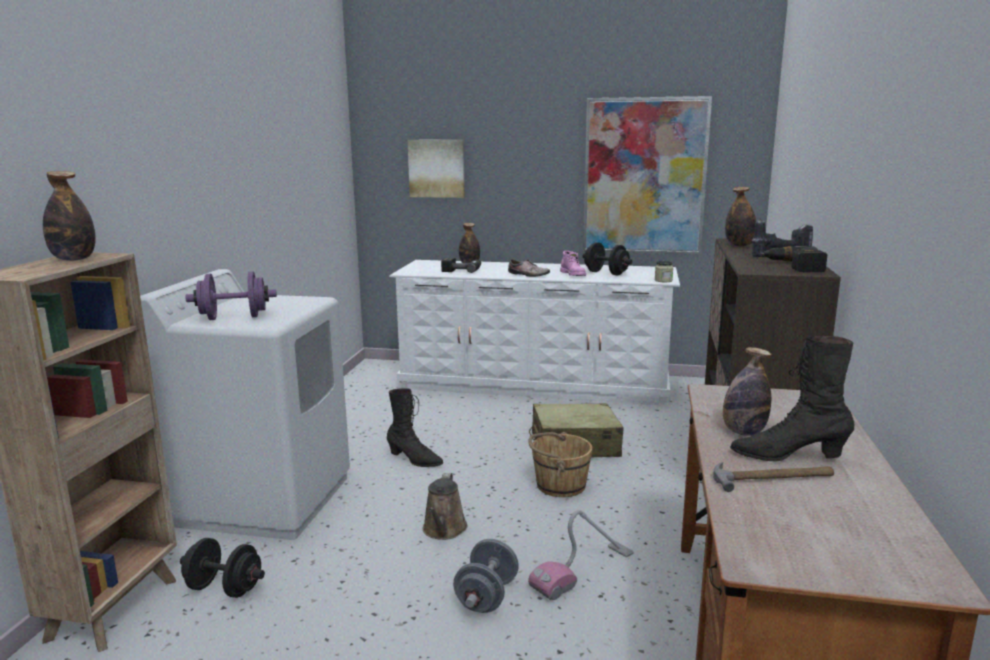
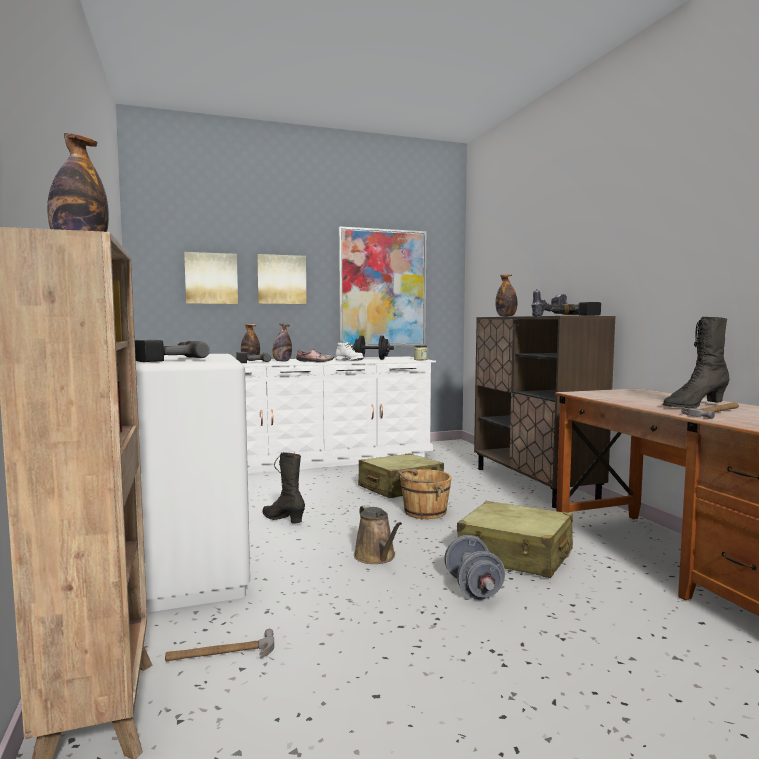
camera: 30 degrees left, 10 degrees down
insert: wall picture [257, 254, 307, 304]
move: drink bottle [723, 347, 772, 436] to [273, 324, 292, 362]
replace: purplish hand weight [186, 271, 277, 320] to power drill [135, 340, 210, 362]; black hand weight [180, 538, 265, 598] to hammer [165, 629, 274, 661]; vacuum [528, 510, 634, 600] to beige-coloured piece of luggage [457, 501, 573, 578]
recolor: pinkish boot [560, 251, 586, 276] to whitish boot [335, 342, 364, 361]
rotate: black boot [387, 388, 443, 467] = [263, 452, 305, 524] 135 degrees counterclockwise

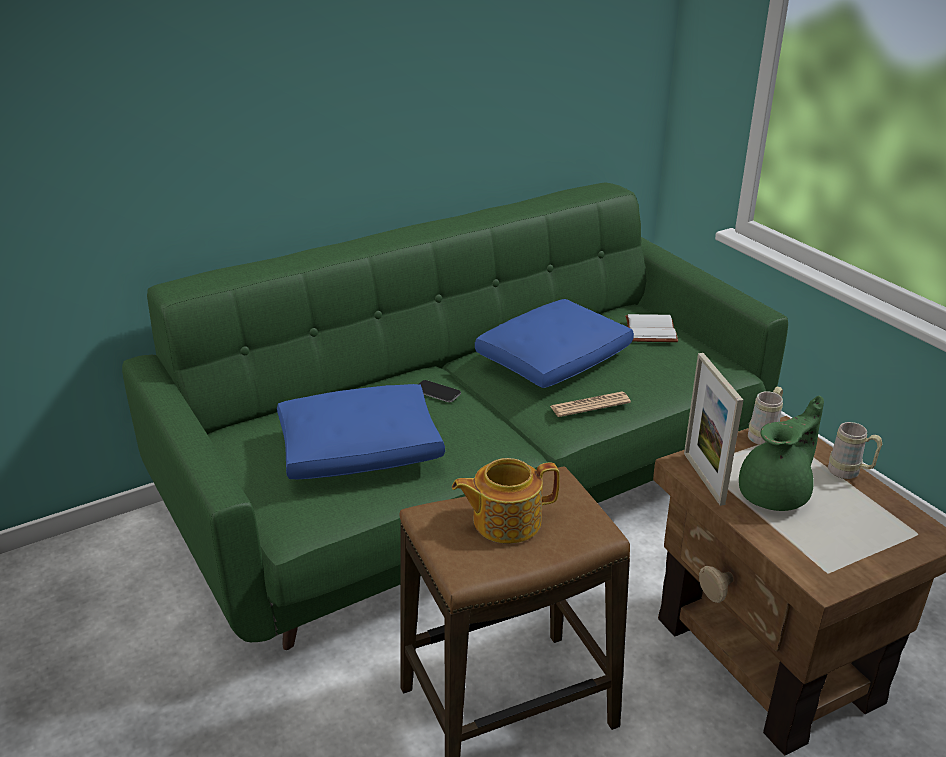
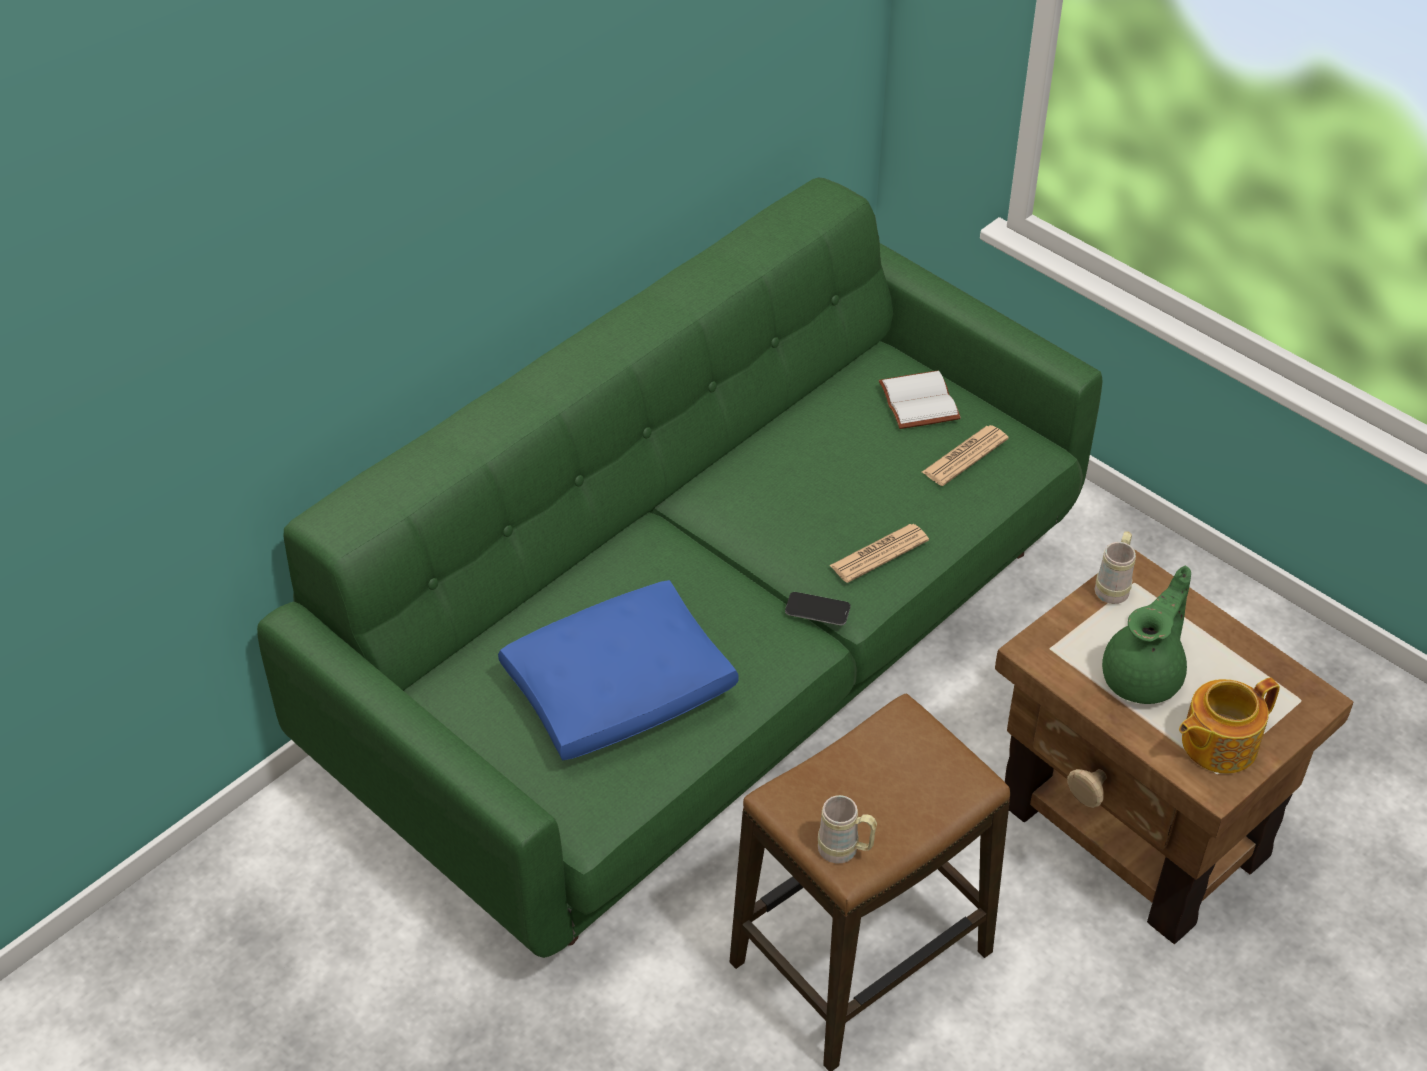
camera: 15 degrees left, 15 degrees up
delete: blue-coloured pillow [475, 299, 634, 388]; standing frame [684, 353, 743, 506]
insert: newspaper [922, 425, 1009, 486]
move: phone [419, 380, 461, 402] to [785, 592, 851, 625]; beige-coloured mug [828, 422, 882, 479] to [818, 795, 877, 863]; pot for tea [452, 458, 560, 543] to [1179, 677, 1280, 774]

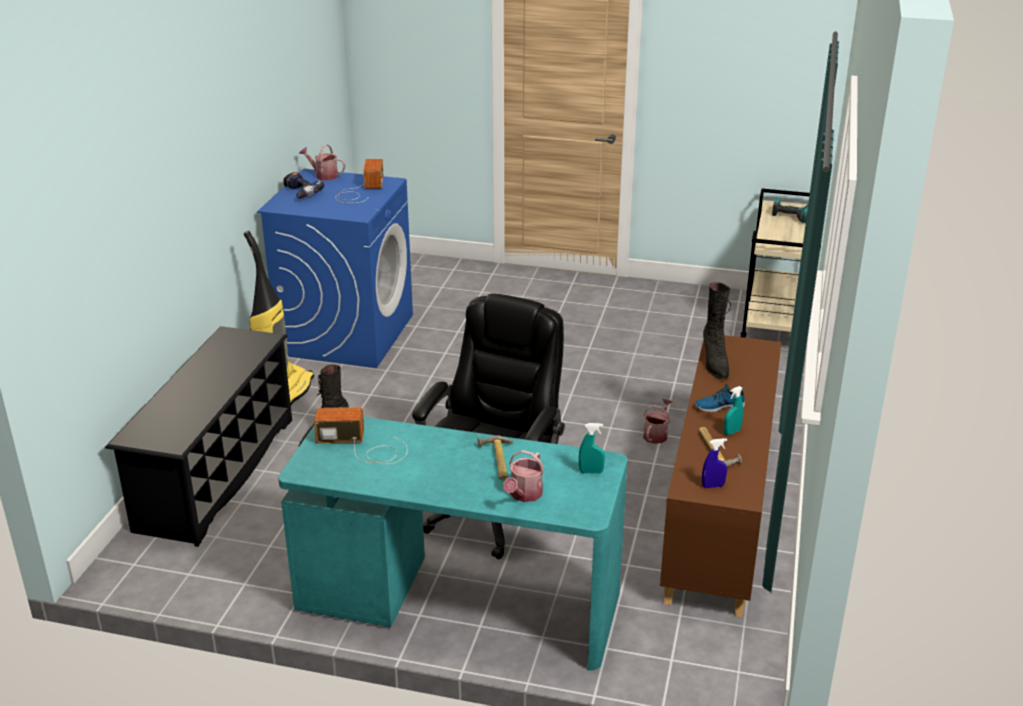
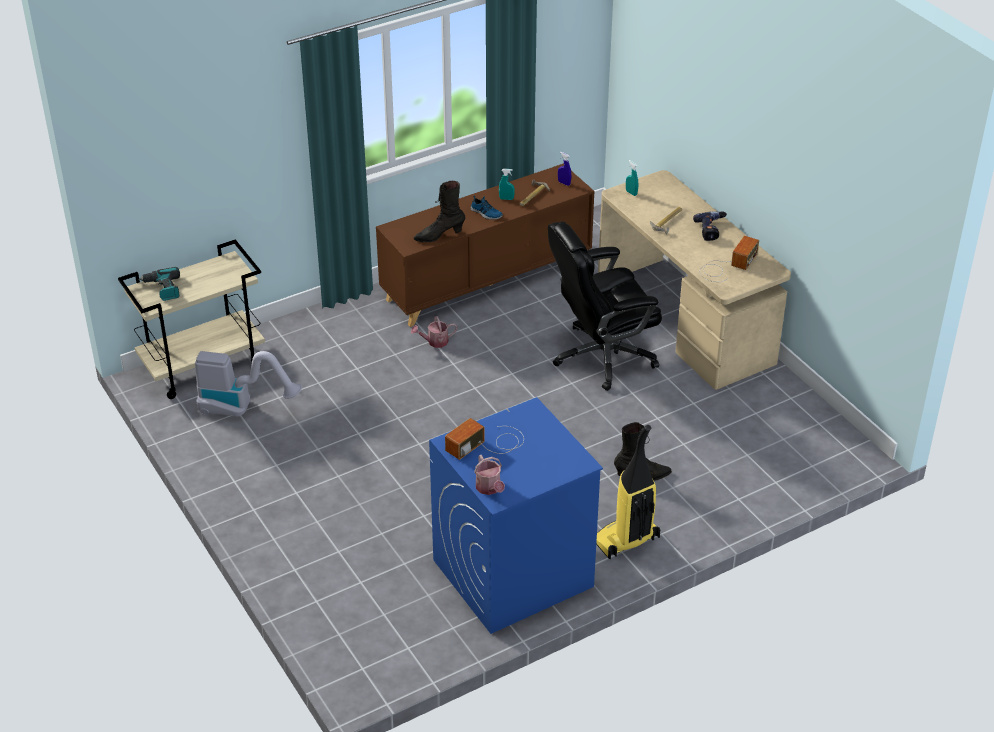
camera: 135 degrees left, 10 degrees up
delete: black shoe rack [105, 326, 292, 547]; watering can [503, 450, 544, 502]
insert: vacuum [195, 351, 302, 417]
move: power drill [283, 172, 325, 198] to [693, 211, 727, 241]
recolor: blue-green desk [278, 417, 628, 671] to beige-coloured desk [598, 170, 791, 390]
rotate: black boot [703, 282, 731, 379] = [413, 181, 466, 242] 150 degrees counterclockwise; radio set [314, 407, 408, 464] = [700, 236, 759, 282] 105 degrees counterclockwise

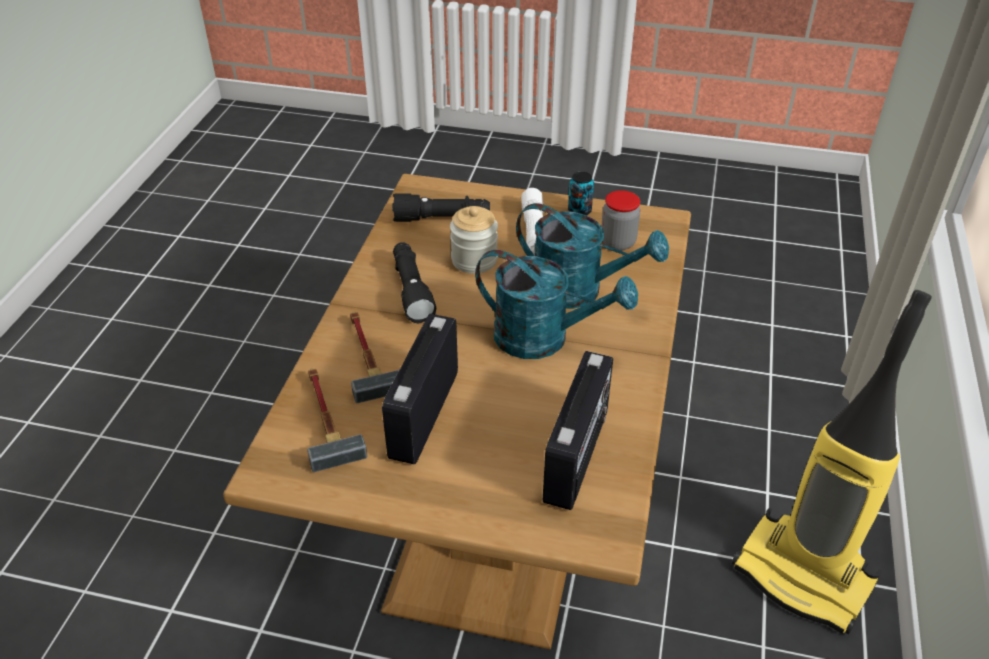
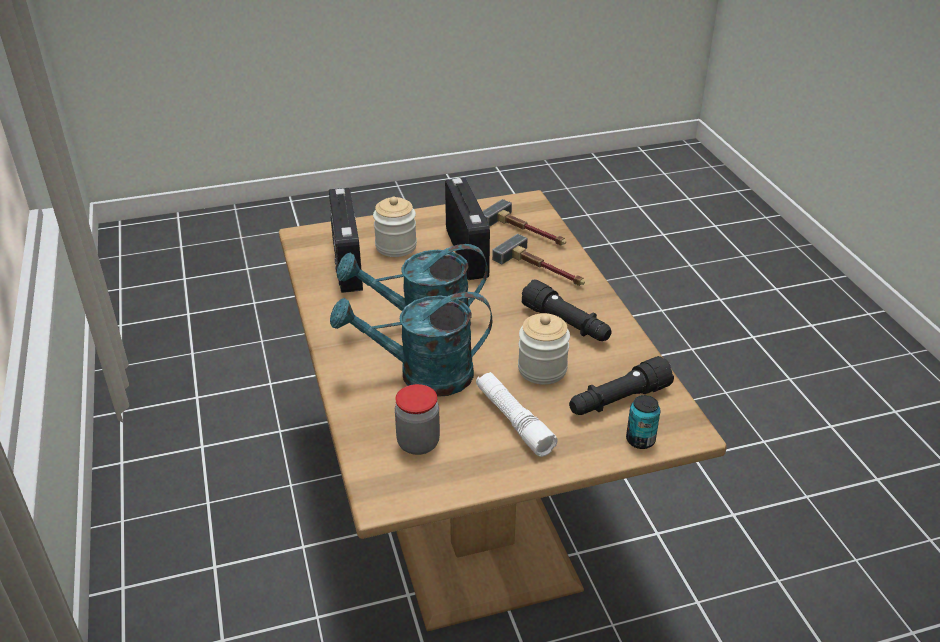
camera: 150 degrees right, 5 degrees down
delete: vacuum [732, 290, 932, 634]
insert: jar [373, 197, 417, 257]
move: sealed can [568, 172, 594, 215] to [626, 395, 660, 449]

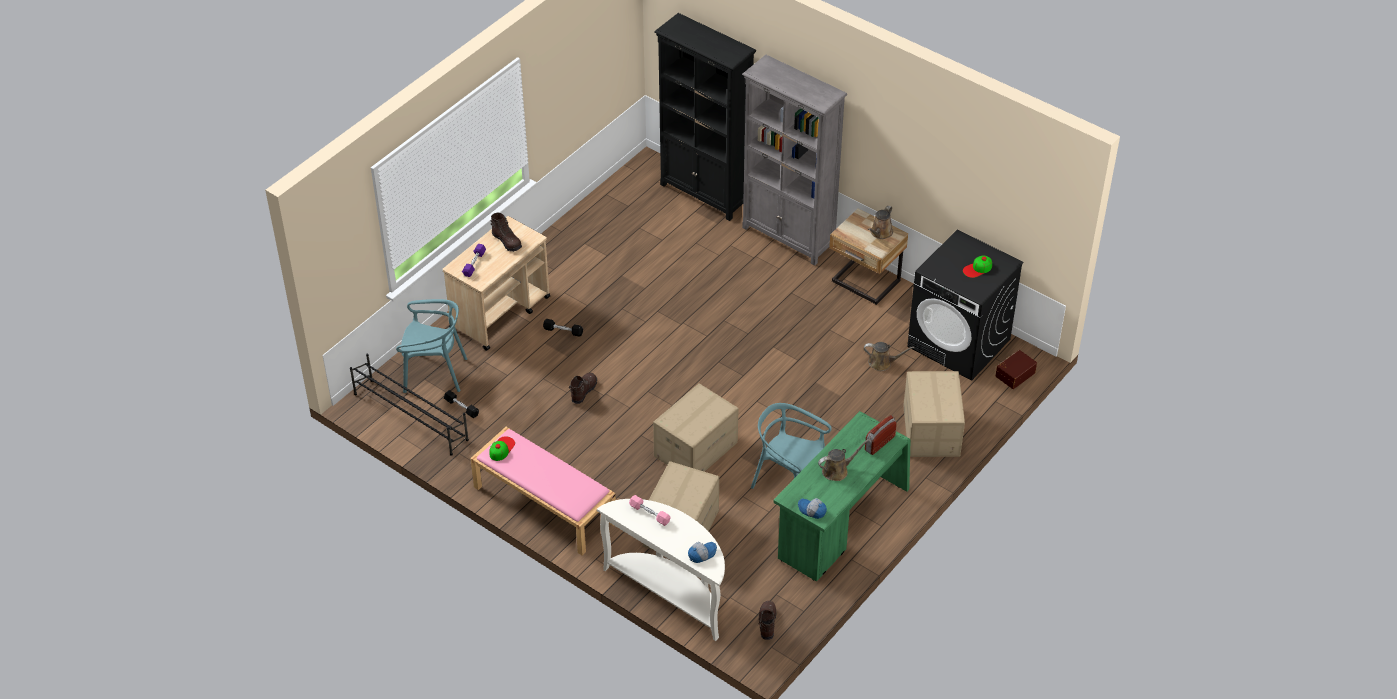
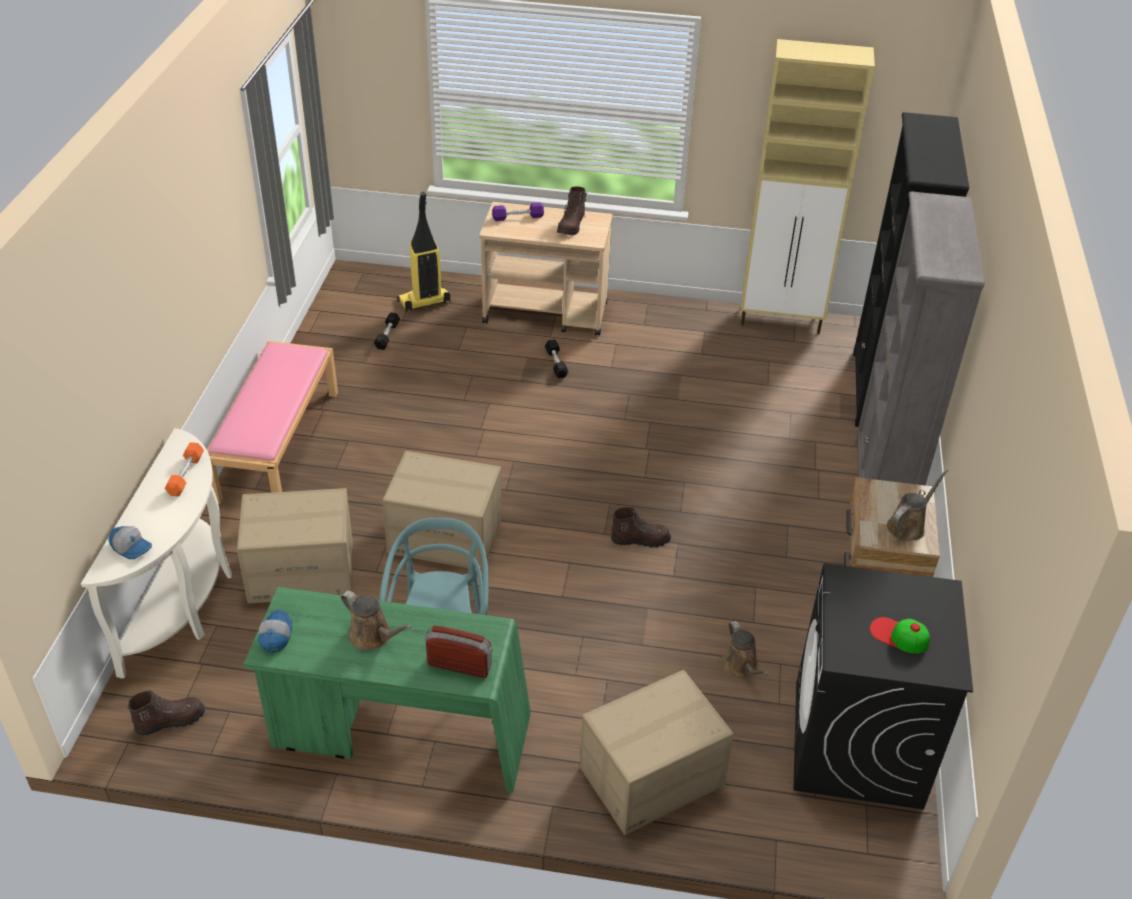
camera: 60 degrees right, 5 degrees down
delete: black shoe rack [350, 353, 469, 455]; baseball cap [489, 436, 515, 461]; brown-coloured storage bin [995, 350, 1037, 389]
insert: beige-coloured cabinet [741, 39, 875, 334]
move: brown-coloured boot [569, 373, 597, 404] to [611, 507, 671, 548]
replace: blue-green plain chair [396, 299, 467, 393] to vacuum [397, 192, 450, 312]
recolor: pinkish hand weight [629, 495, 671, 526] to orangey hand weight [165, 442, 204, 497]
rotate: brown-coloured watering can [868, 206, 893, 239] = [887, 469, 948, 541] 135 degrees clockwise

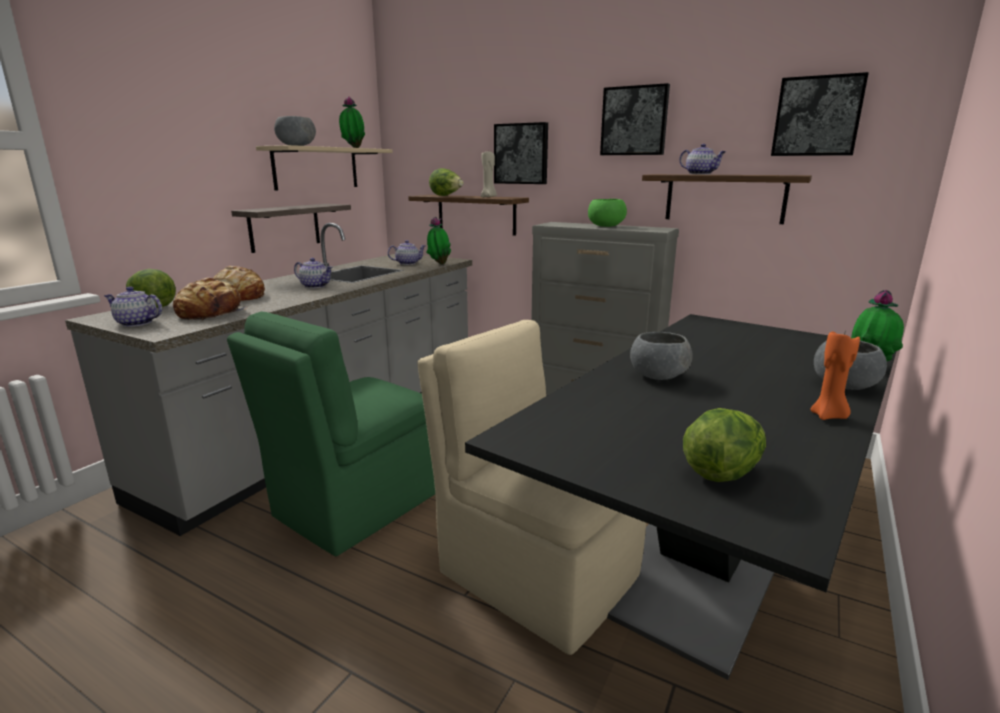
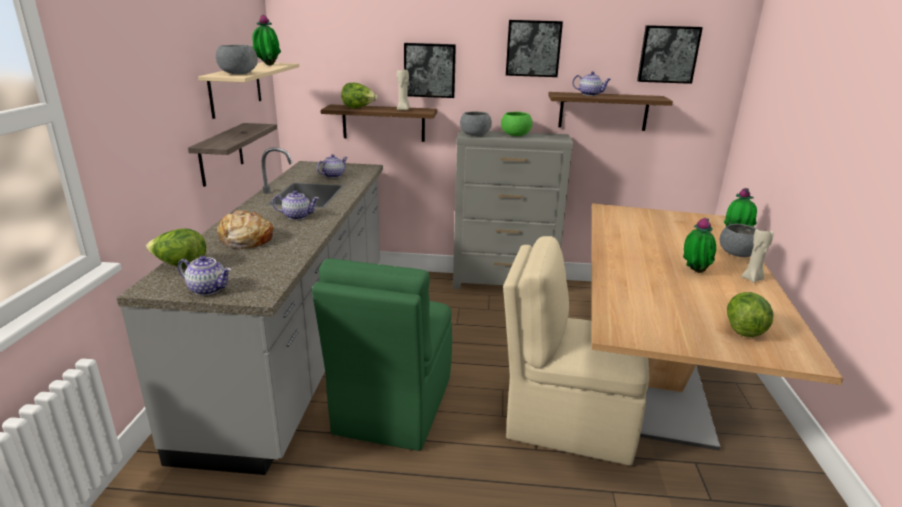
camera: 25 degrees left, 5 degrees up
delete: baked bread [173, 277, 247, 320]
move: gray bowl [630, 332, 693, 380] to [460, 111, 492, 136]; houseplant [426, 217, 451, 265] to [683, 218, 716, 273]
recolor: black kitchen table [465, 314, 897, 680] to beige-coloured kitchen table [591, 203, 844, 450]; orangey wax candle [811, 329, 860, 420] to beige-coloured wax candle [741, 228, 774, 283]
rotate: pot for tea [104, 286, 162, 327] = [178, 256, 231, 295] 150 degrees counterclockwise

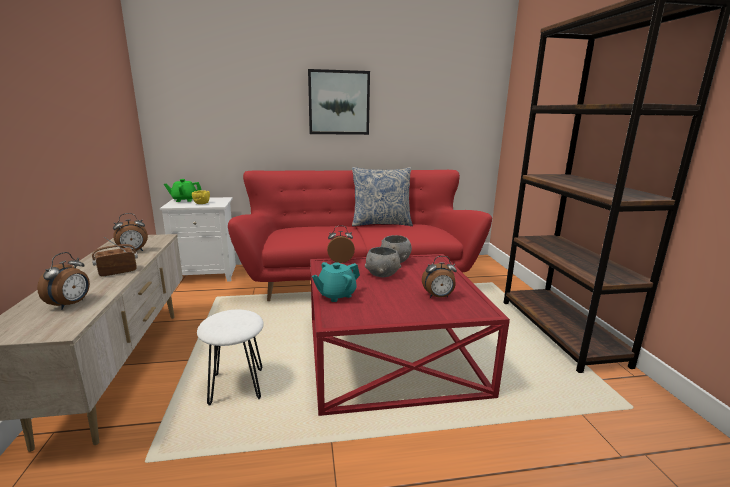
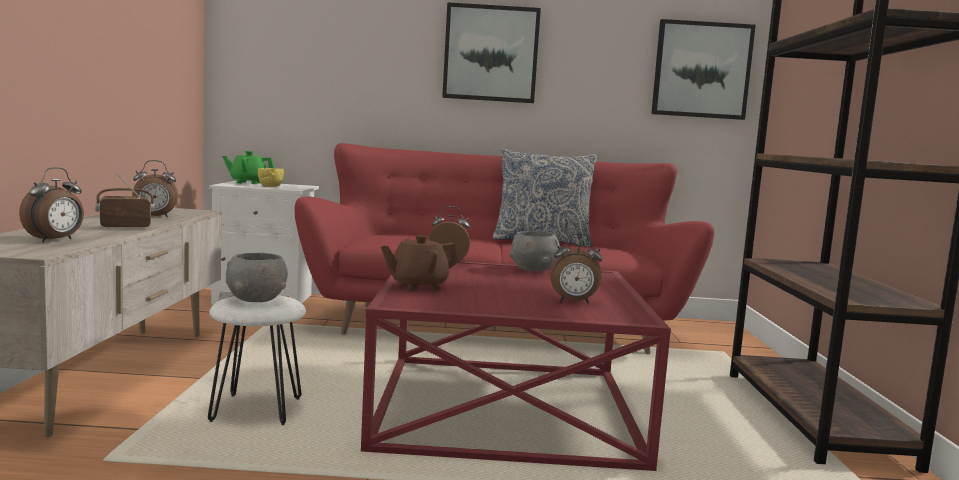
camera: 10 degrees right, 10 degrees down
insert: wall picture [651, 19, 756, 120]
move: gray bowl [365, 247, 401, 277] to [226, 253, 288, 302]
recolor: blue-green pot for tea [312, 262, 360, 302] to brown-coloured pot for tea [381, 235, 458, 291]

